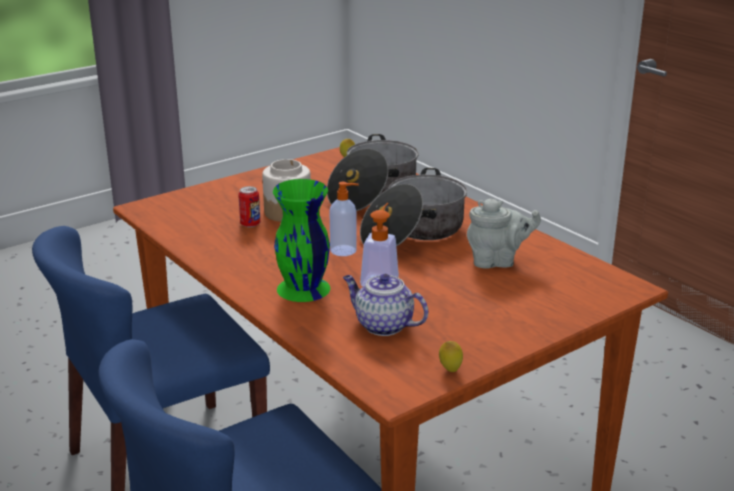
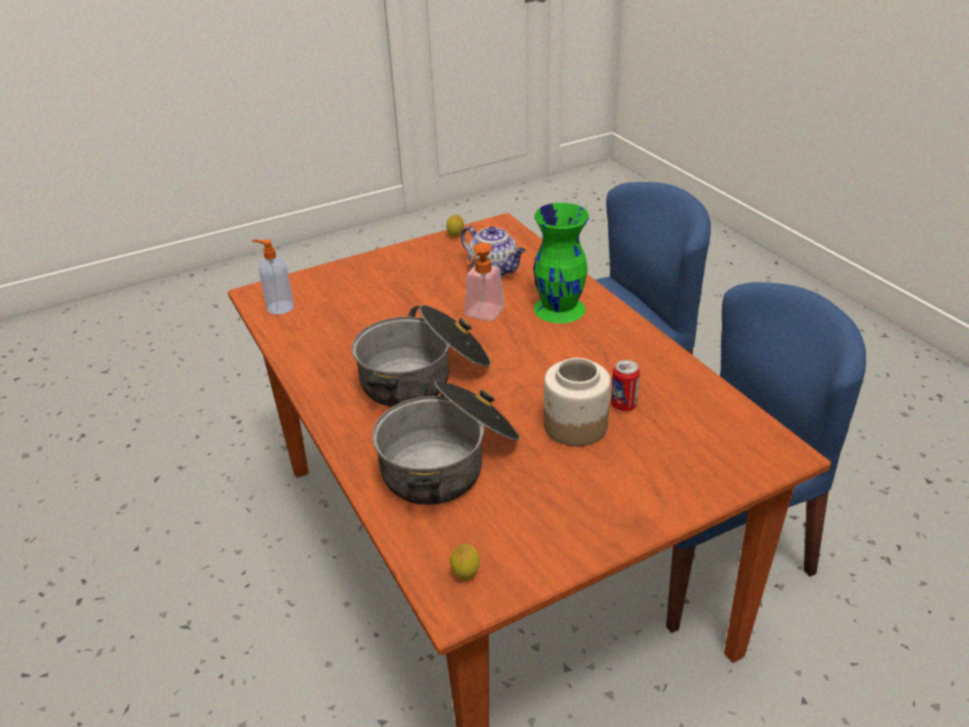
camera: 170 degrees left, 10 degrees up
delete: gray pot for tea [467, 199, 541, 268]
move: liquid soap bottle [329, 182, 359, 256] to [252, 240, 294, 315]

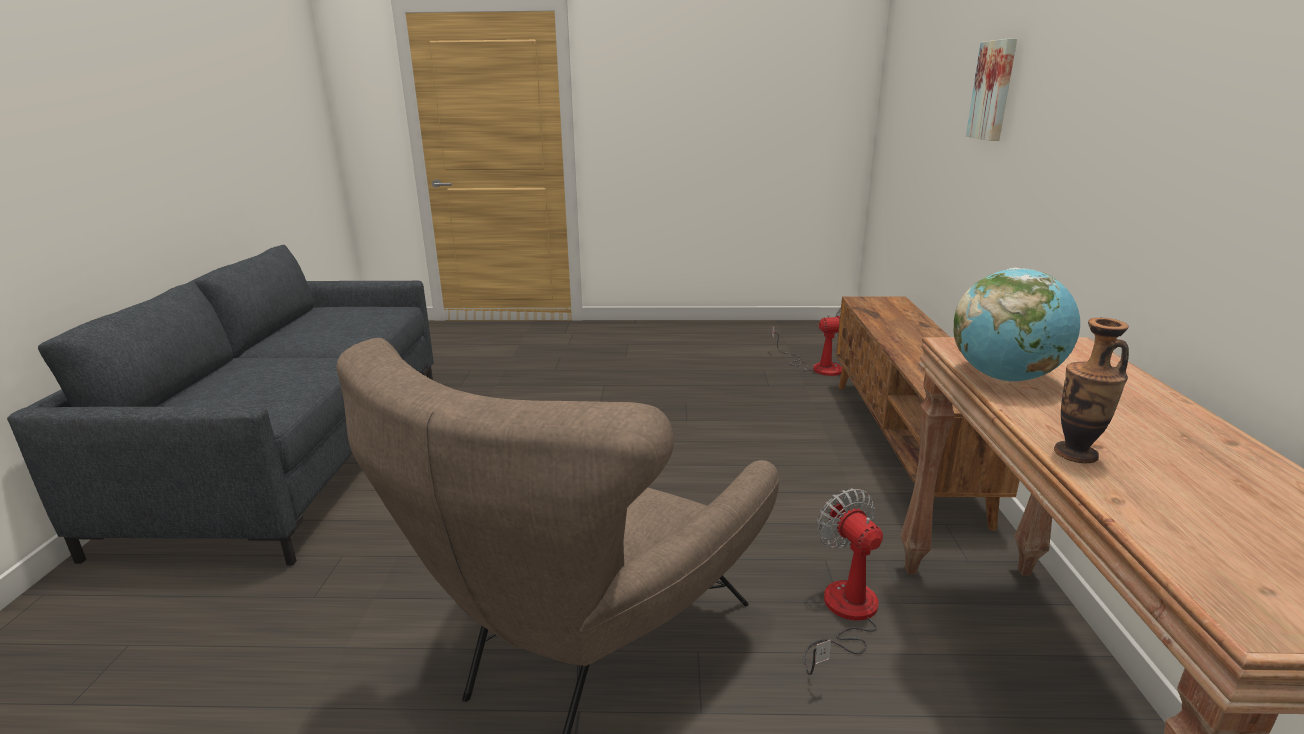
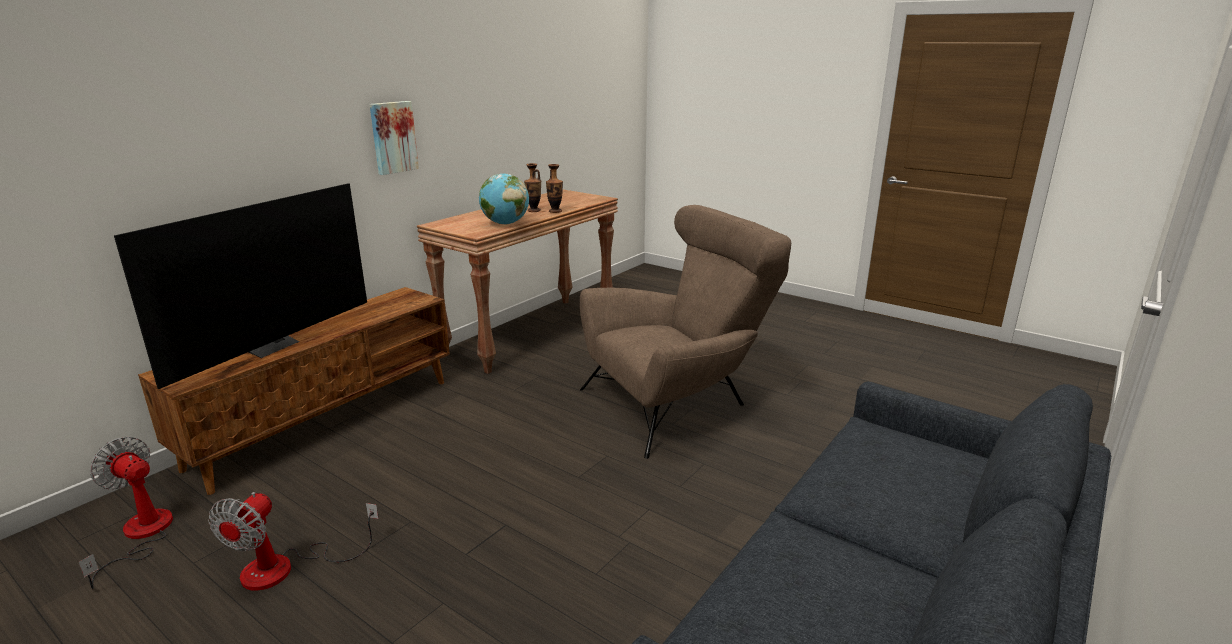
camera: 145 degrees left, 0 degrees up
insert: television [114, 183, 367, 389]; vase [524, 163, 541, 212]
move: electric fan [804, 488, 883, 675] to [208, 492, 379, 591]; wall picture [966, 38, 1017, 141] to [370, 101, 419, 175]

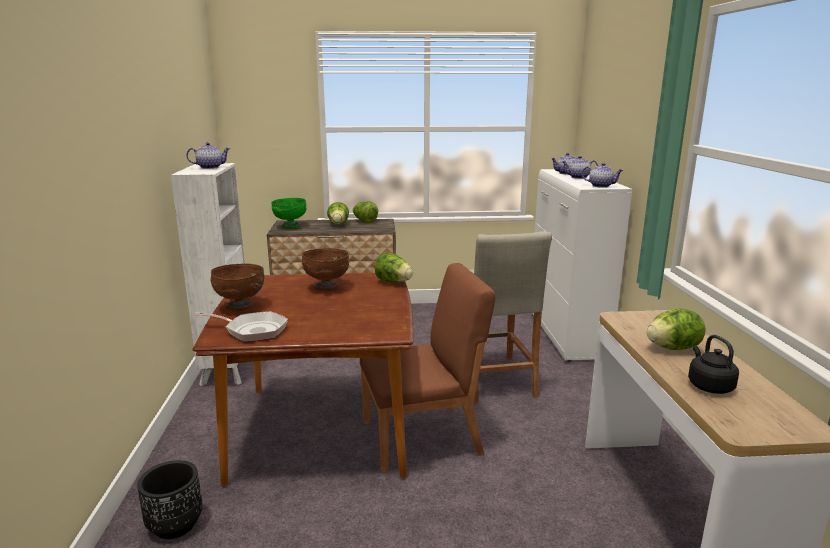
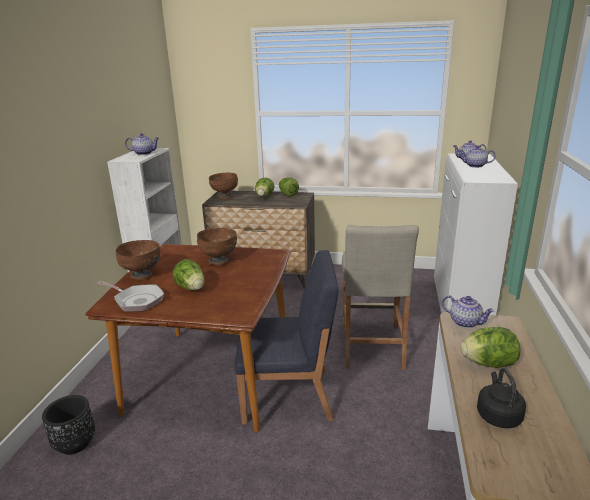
camera: 15 degrees right, 5 degrees up
move: lettuce head [374, 253, 413, 282] to [173, 259, 204, 290]; pot for tea [582, 163, 624, 188] to [442, 295, 495, 328]
recolor: green bowl [271, 198, 307, 229] to brown-coloured bowl [209, 173, 238, 199]; brown-coloured plain chair [360, 263, 495, 473] to blue-coloured plain chair [234, 250, 338, 425]

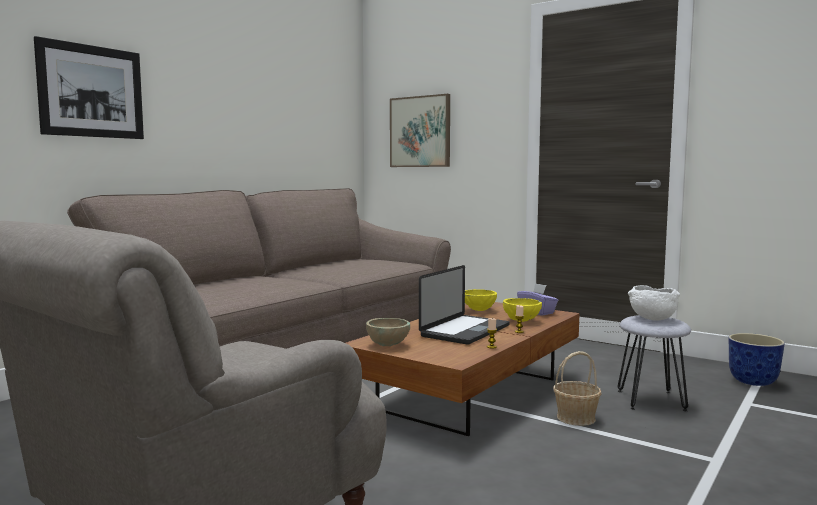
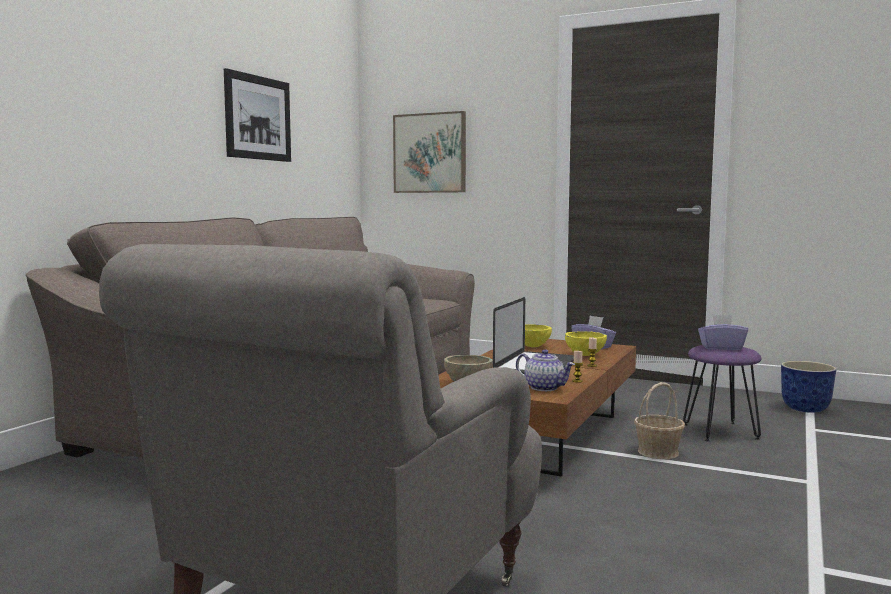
camera: 10 degrees left, 0 degrees up
insert: pot for tea [516, 349, 575, 391]
move: wall picture [34, 36, 144, 139] to [224, 68, 291, 162]
replace: whitish bowl [628, 285, 680, 321] to purplish box of tissues [698, 314, 748, 350]
recolor: gray sitting stool [618, 315, 691, 411] to purplish sitting stool [683, 345, 762, 441]

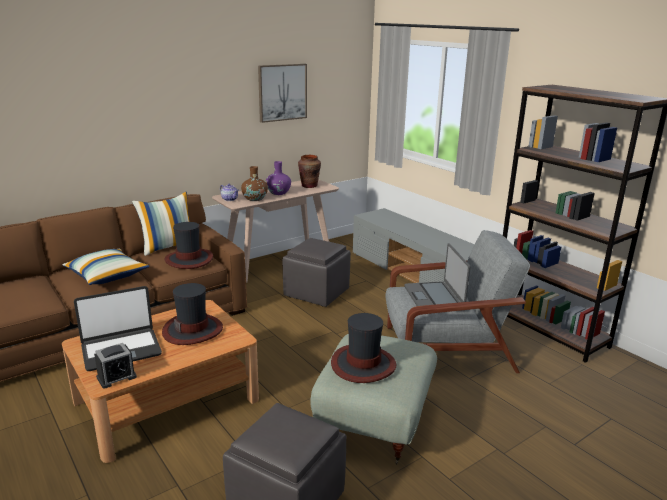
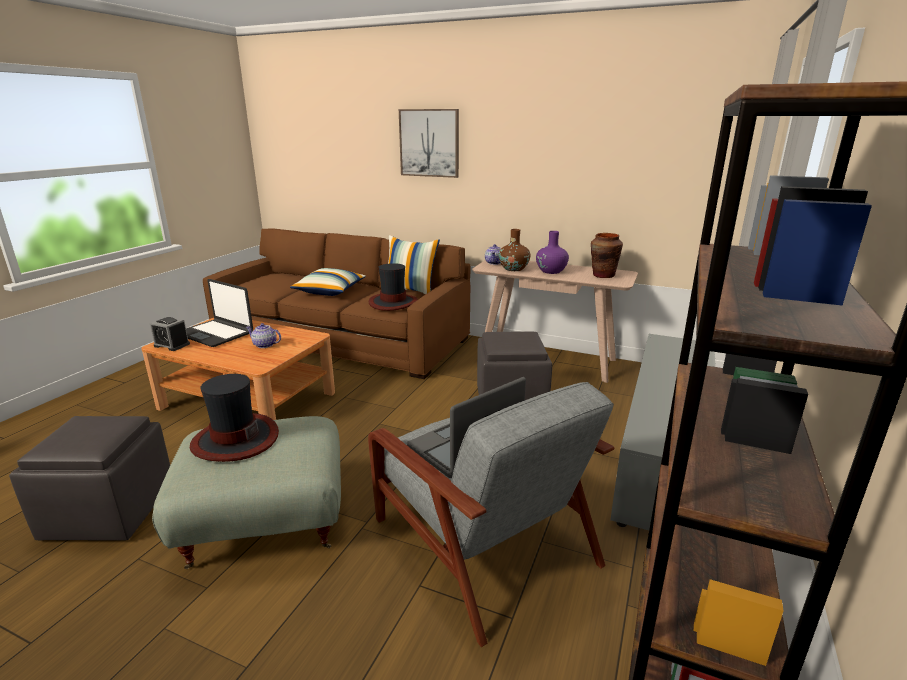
camera: 60 degrees right, 0 degrees up
move: wall picture [258, 64, 307, 123] to [399, 109, 459, 178]
replace: wearable hat [162, 283, 223, 345] to pot for tea [246, 323, 281, 348]

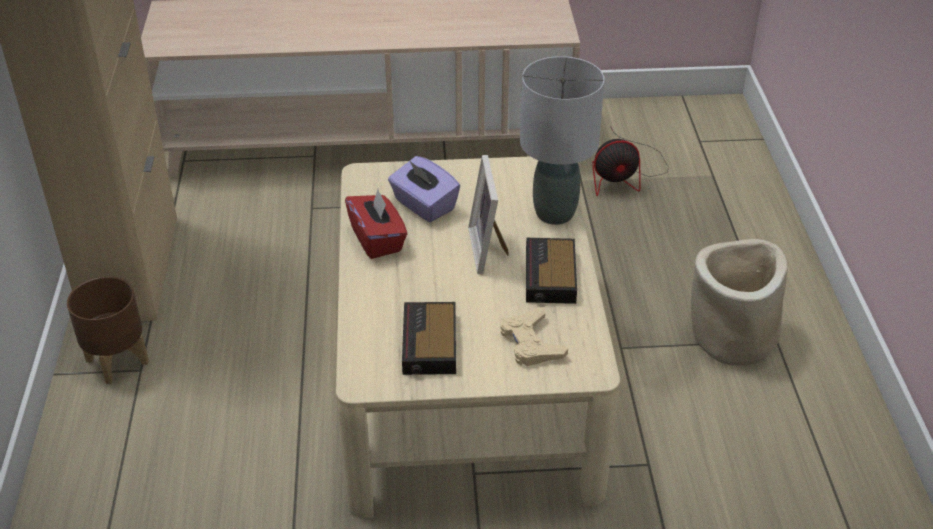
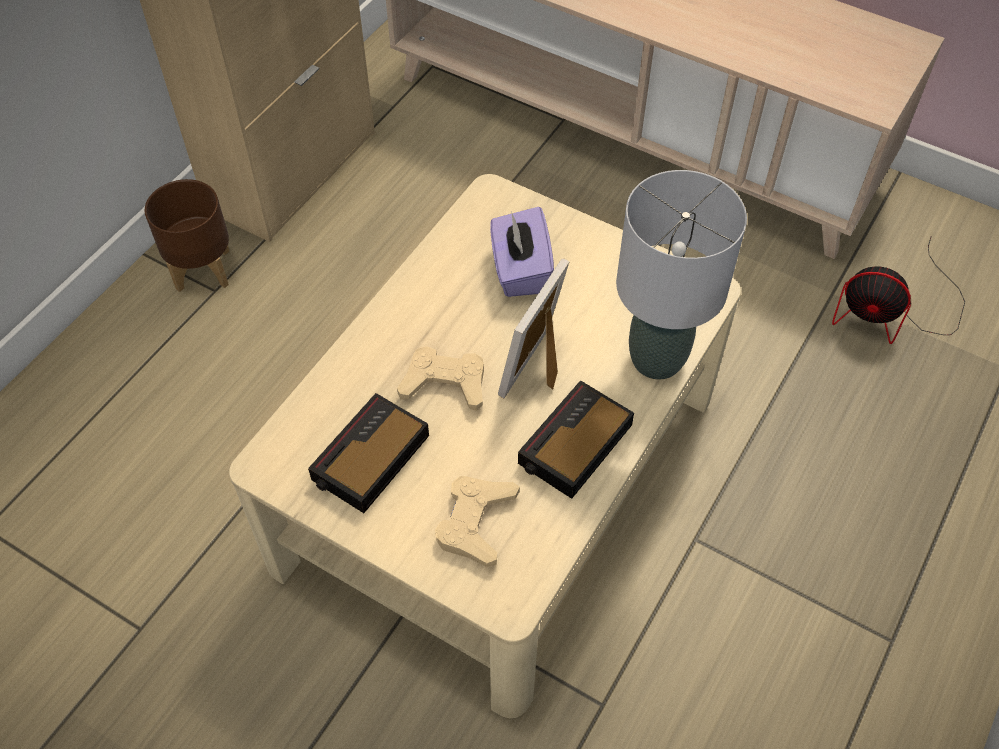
camera: 35 degrees right, 15 degrees up
delete: reddish box of tissues [345, 189, 407, 259]; beige-coloured plant pot [691, 239, 788, 365]
insert: beige-coloured gamepad [397, 346, 484, 411]

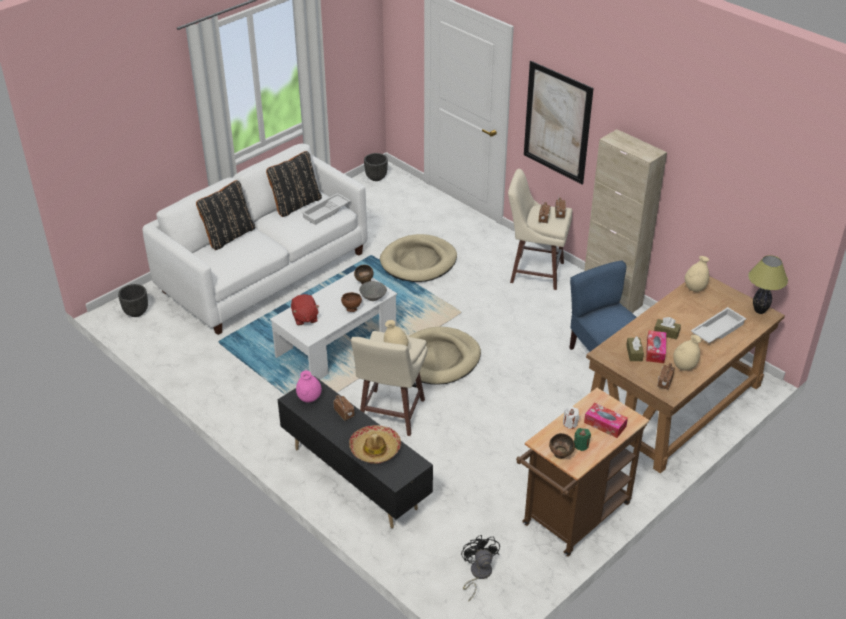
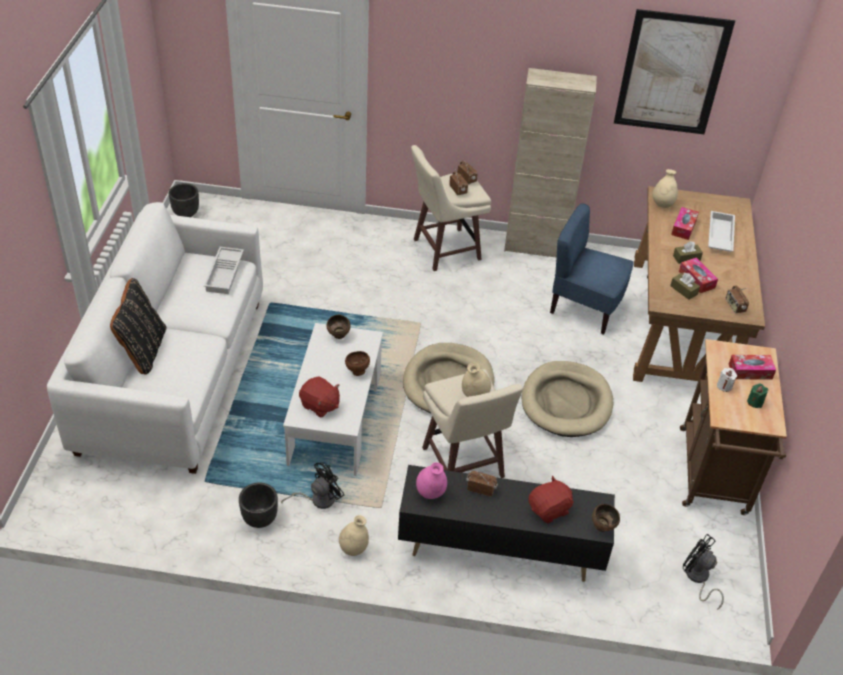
camera: 40 degrees left, 5 degrees up
delete: black pillow [266, 151, 322, 217]; gray bowl [359, 281, 387, 301]; tabletop lamp [748, 255, 788, 314]
insert: black electric fan [281, 462, 344, 509]; box of tissues [671, 207, 699, 240]
move: black plant pot [118, 284, 148, 317] to [239, 482, 278, 528]; beige-coloured vase [673, 335, 701, 371] to [339, 515, 369, 556]; beige-coloured dog cushion [380, 234, 457, 282] to [522, 361, 614, 437]; brown-coloured bowl [549, 433, 575, 459] to [592, 504, 620, 532]; wall picture [524, 61, 594, 185] to [614, 9, 735, 134]
replace: wearable hat [349, 425, 401, 464] to reddish cuddly toy [528, 476, 574, 523]

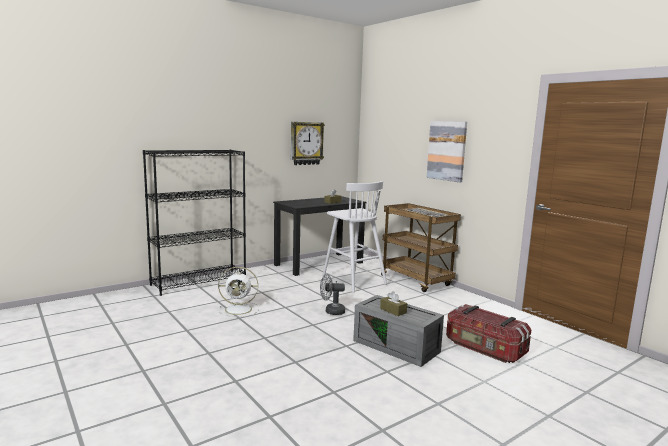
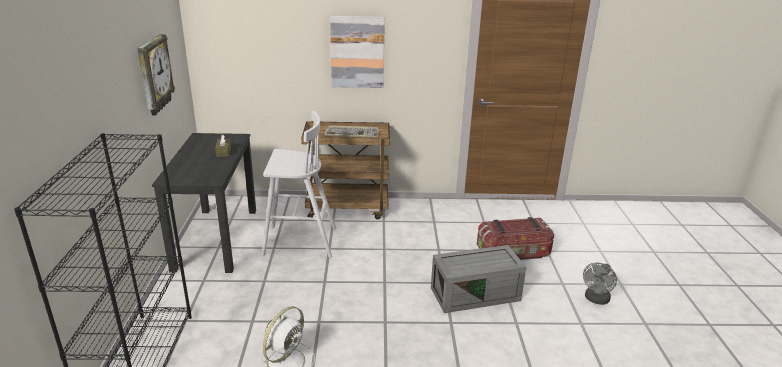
camera: 55 degrees left, 15 degrees up
delete: brown-coloured box of tissues [380, 291, 407, 316]
move: gray electric fan [320, 274, 345, 315] to [583, 262, 617, 305]

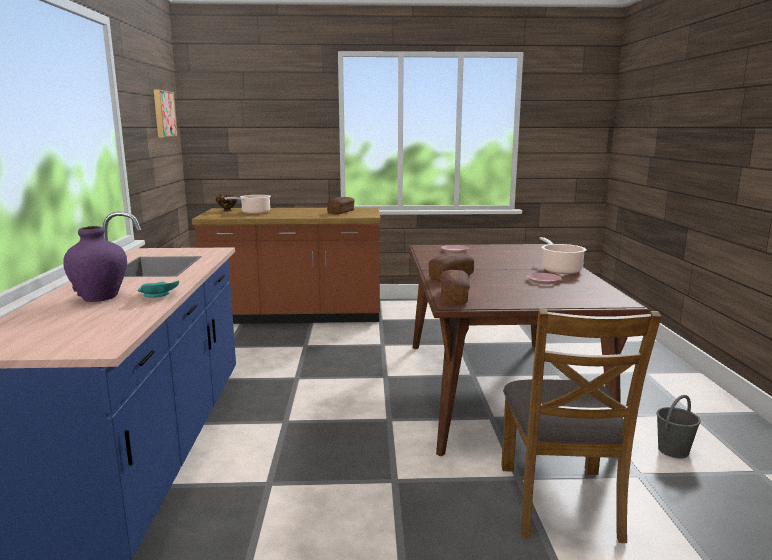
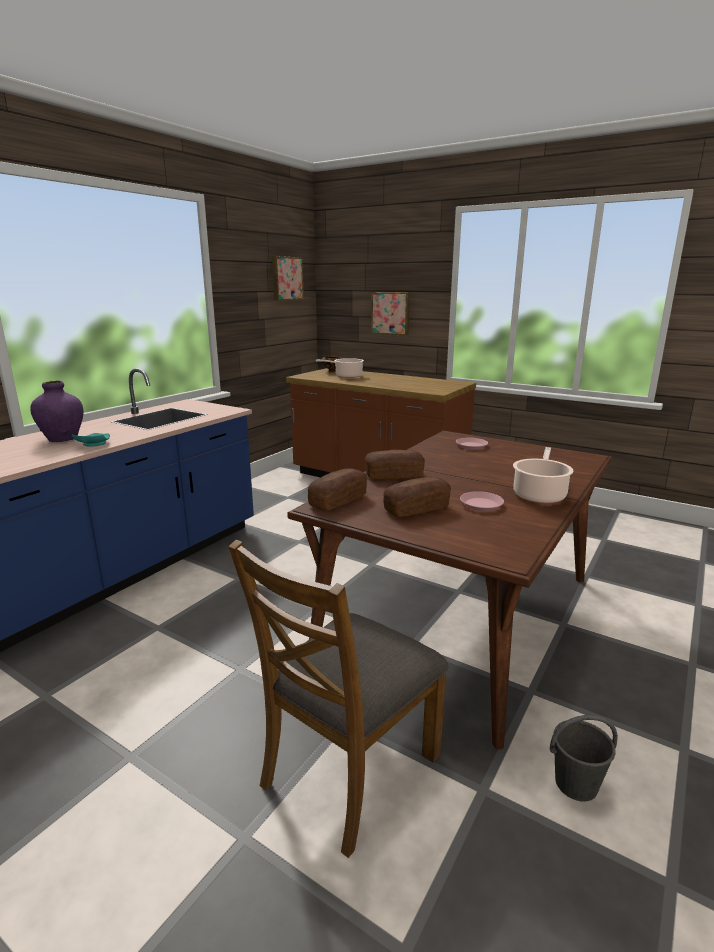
camera: 35 degrees right, 5 degrees up
insert: wall picture [371, 292, 410, 336]
move: baked bread [327, 197, 355, 214] to [383, 477, 451, 518]

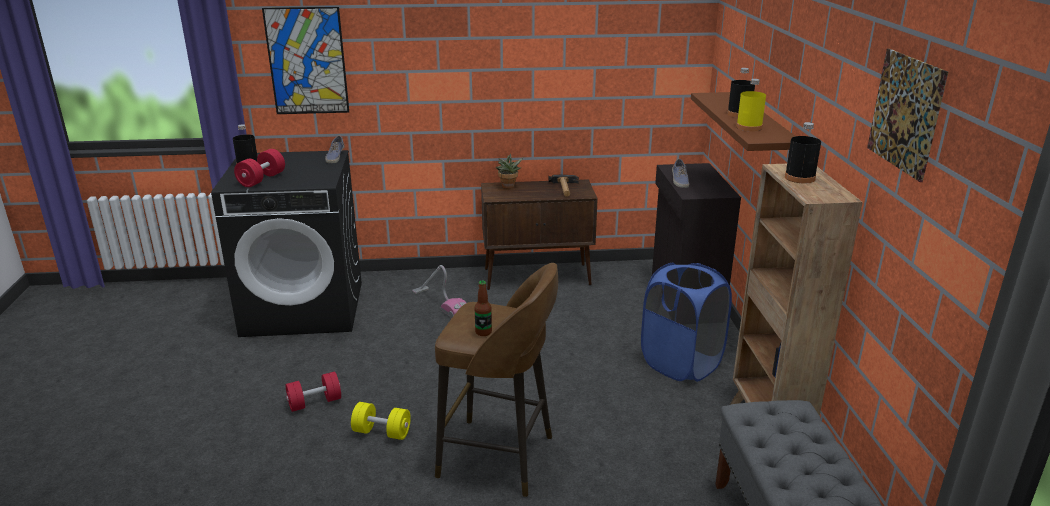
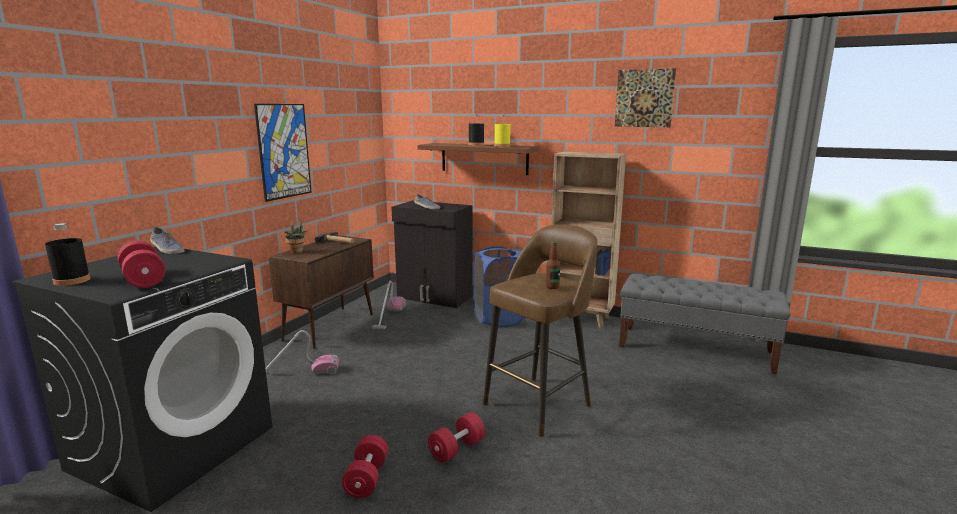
camera: 60 degrees left, 10 degrees down
delete: black drink bottle [785, 122, 821, 183]
insert: vacuum [372, 281, 406, 329]
move: wall picture [262, 7, 349, 114] to [254, 104, 312, 202]
recolor: yellowish hand weight [351, 402, 411, 440] to reddish hand weight [428, 412, 485, 462]

